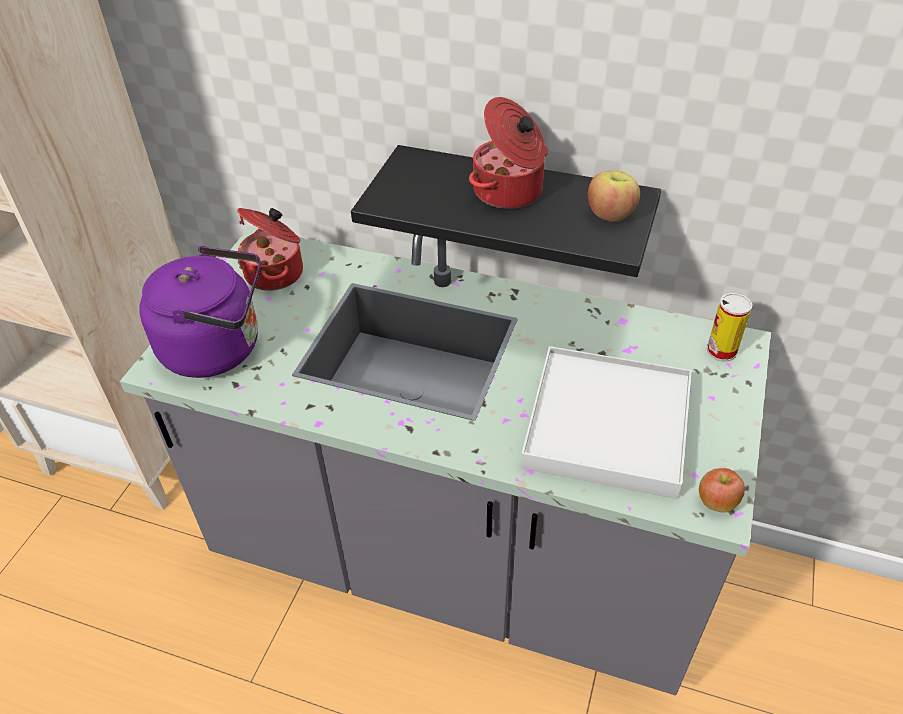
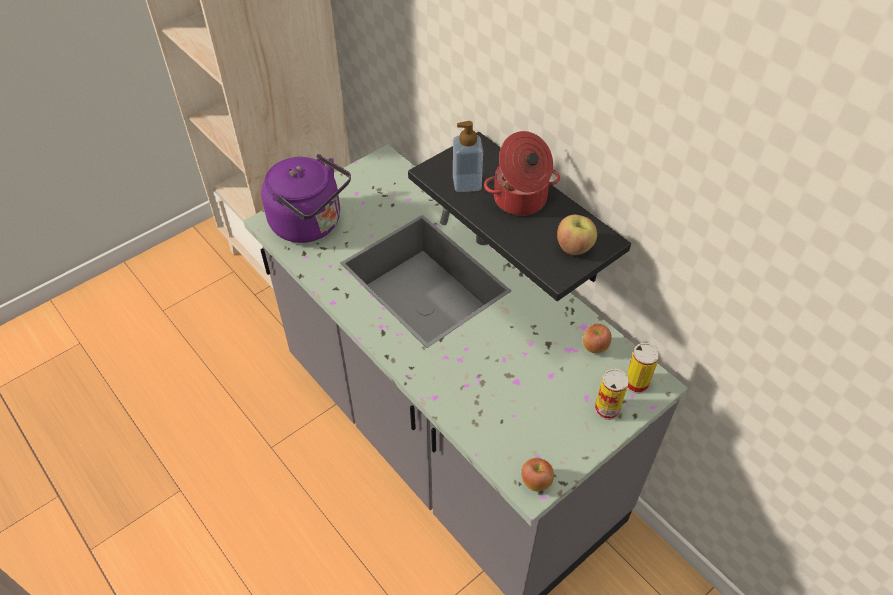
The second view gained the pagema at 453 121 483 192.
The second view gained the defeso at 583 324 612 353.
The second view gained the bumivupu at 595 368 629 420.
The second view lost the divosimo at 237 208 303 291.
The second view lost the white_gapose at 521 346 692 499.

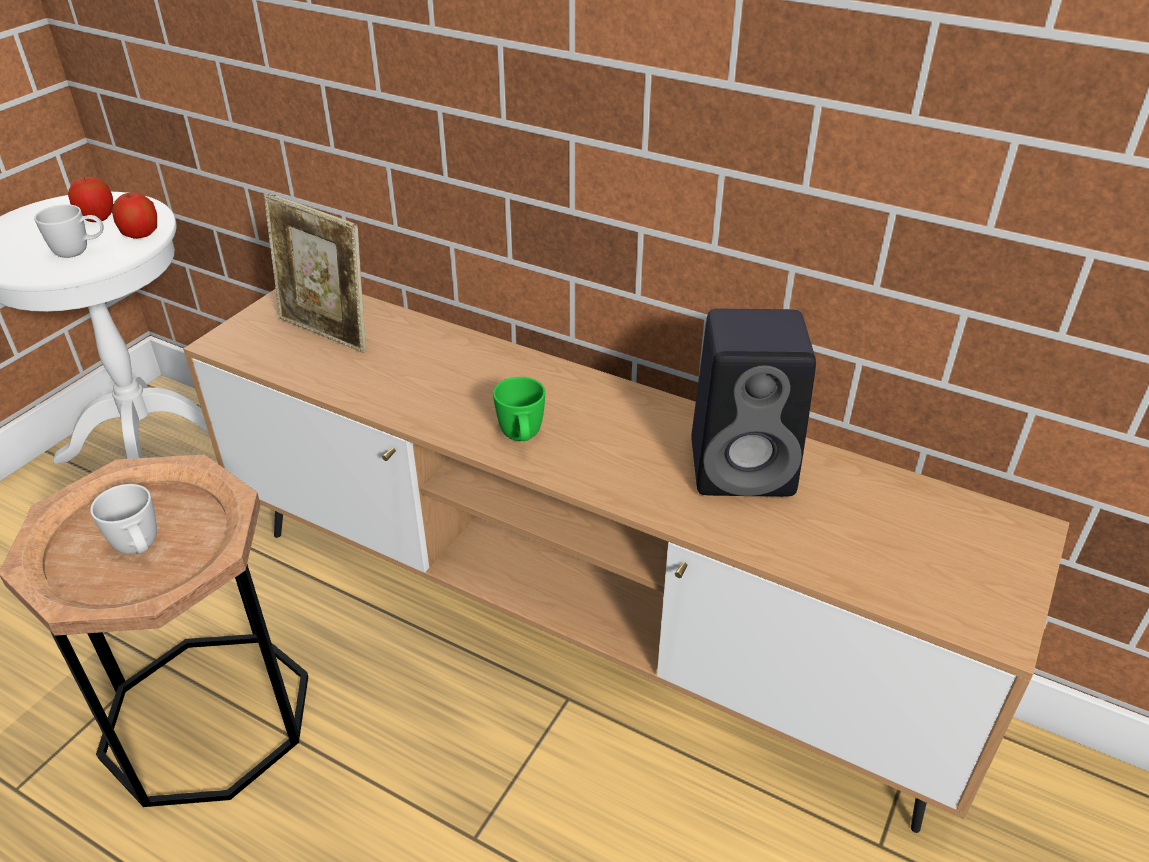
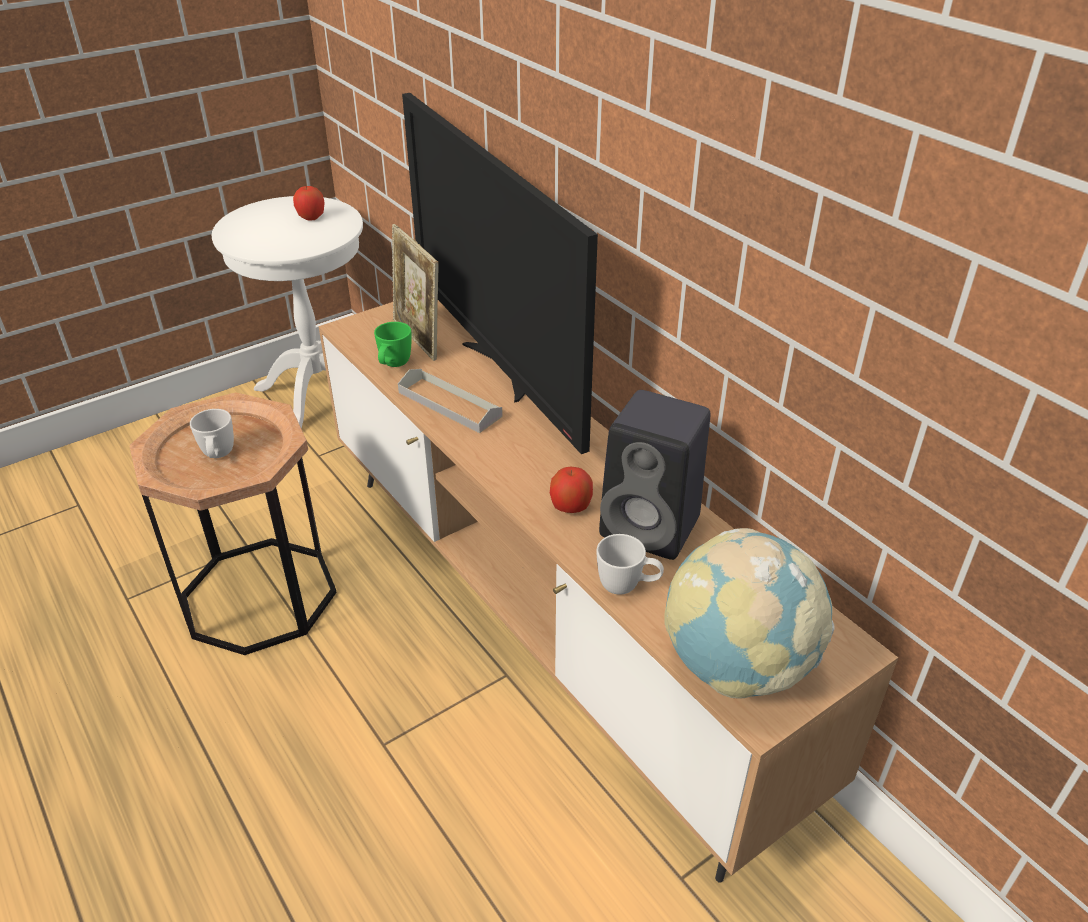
The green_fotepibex ended up elsewhere, having gone from 493 377 545 441 to 374 322 411 367.
The second view gained the grey_gapose at 398 369 503 433.
The second view gained the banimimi at 402 93 598 454.
The defeso ended up elsewhere, having gone from 112 193 157 239 to 550 467 593 513.
The white_fotepibex ended up elsewhere, having gone from 34 204 104 258 to 597 534 664 595.
The second view gained the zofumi at 664 528 835 699.

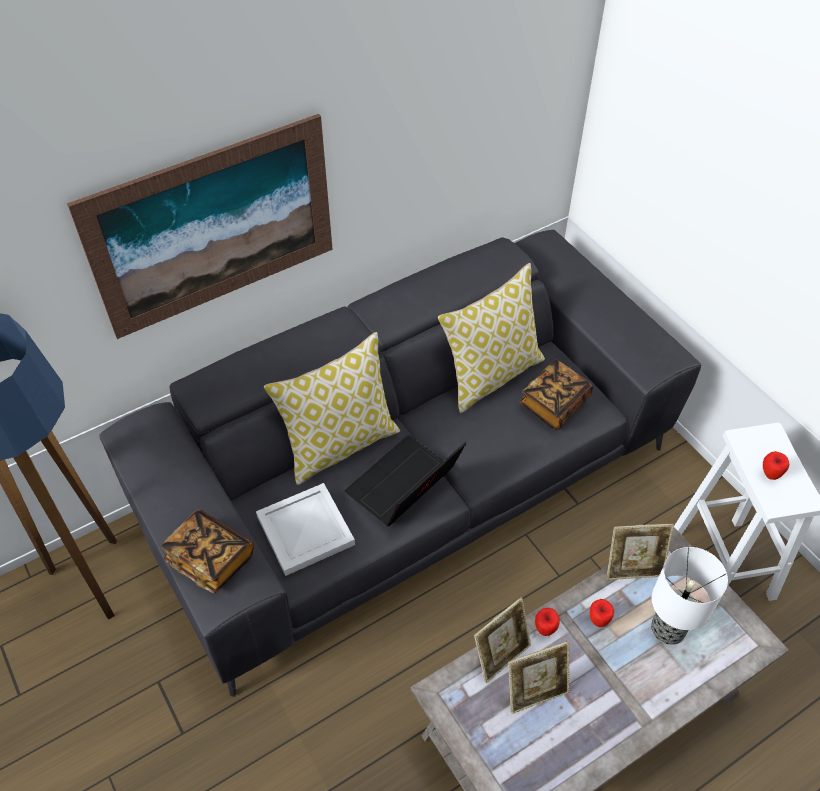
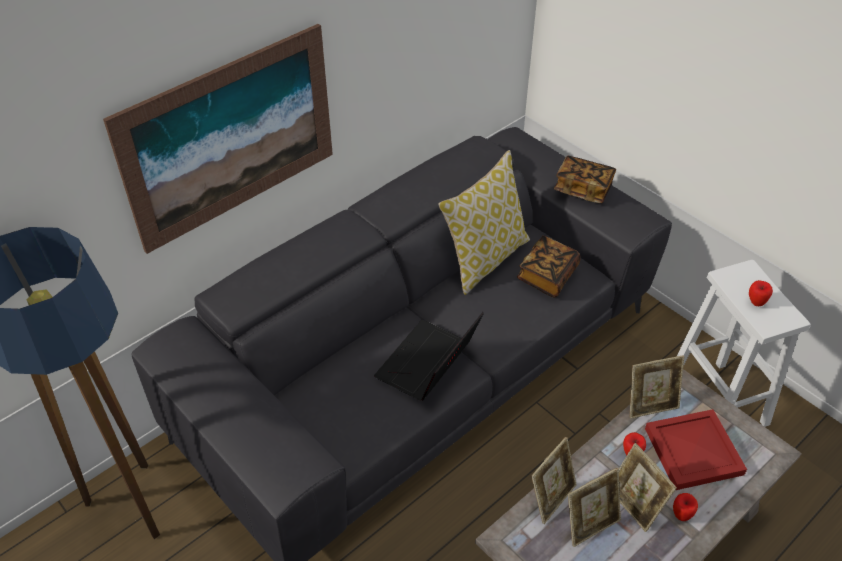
The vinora ended up elsewhere, having gone from 161 510 254 594 to 554 156 616 203.
The second view gained the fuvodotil at 619 443 677 532.
Where the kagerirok stood at 651 547 728 645, the red_gapose came to stand at 645 409 747 490.
The defeso ended up elsewhere, having gone from 535 608 560 636 to 673 493 698 521.
The second view lost the white_gapose at 256 483 355 576.
The second view lost the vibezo at 264 332 400 485.

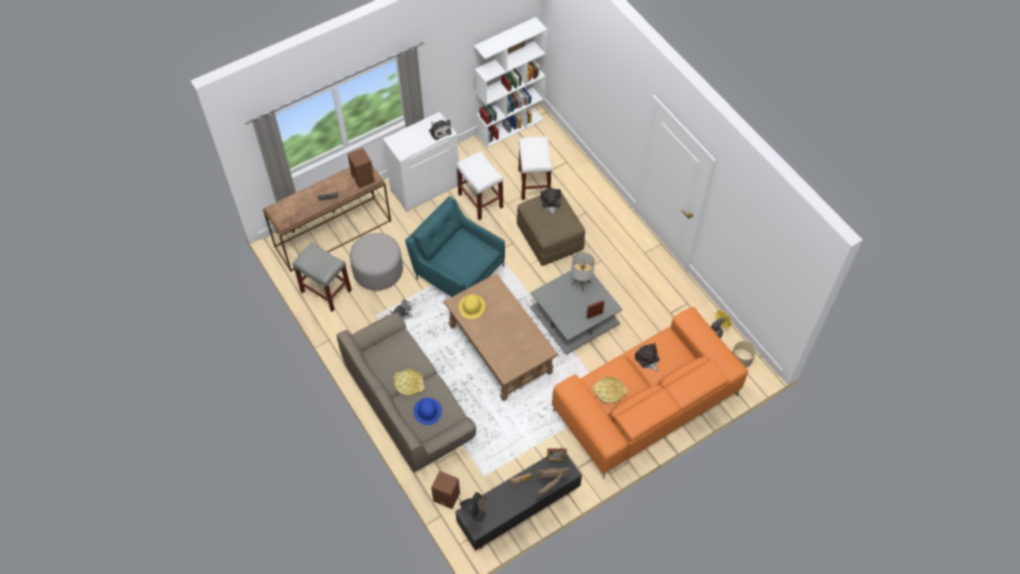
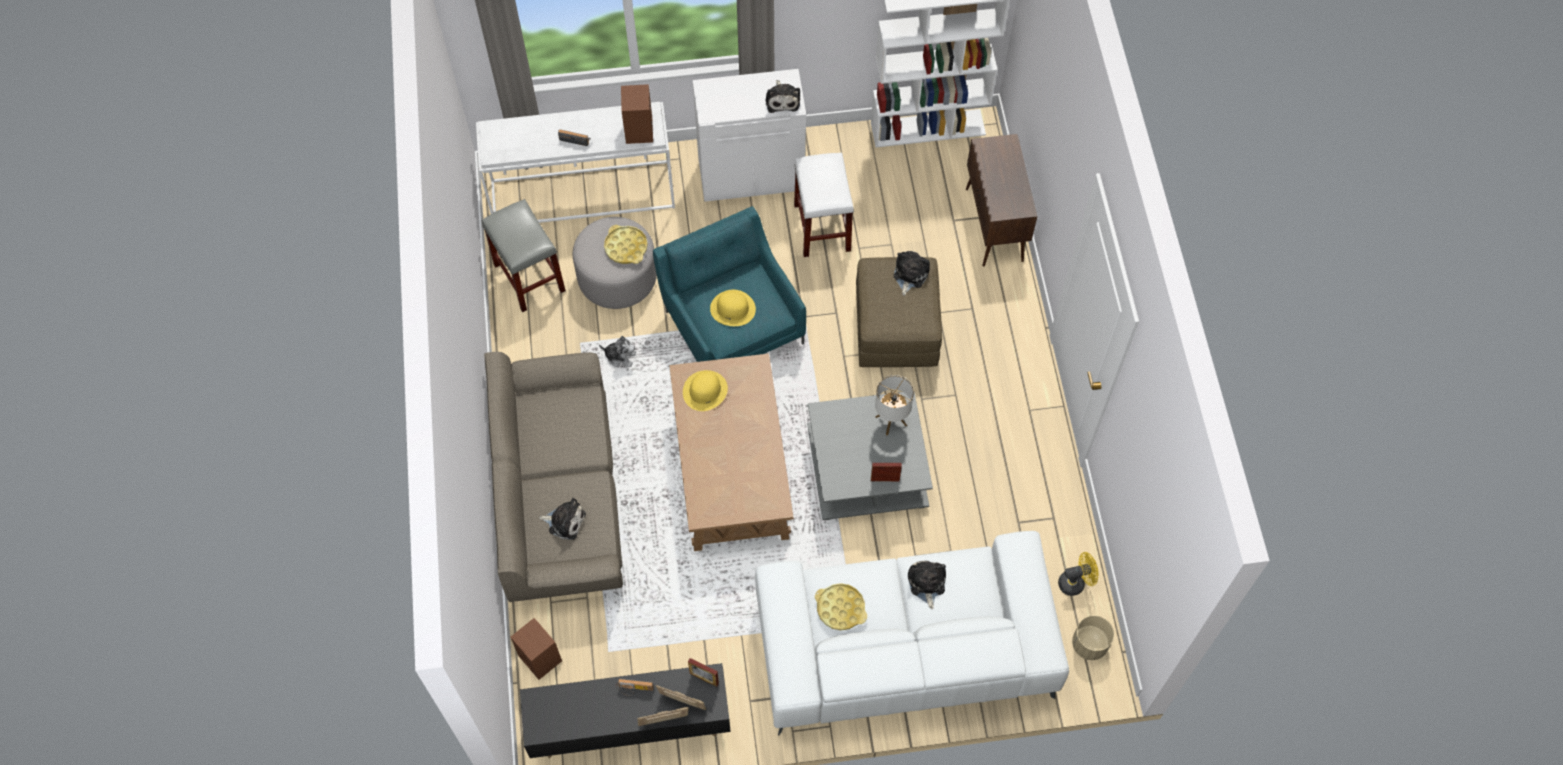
What was the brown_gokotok at 263 166 391 272 turned into the white_gokotok at 476 102 675 223.
Where the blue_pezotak stood at 414 398 442 425, the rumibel came to stand at 539 498 586 540.
The yellow_gapose ended up elsewhere, having gone from 394 369 424 396 to 604 225 648 264.
The second view gained the yellow_pezotak at 710 290 756 326.
What was the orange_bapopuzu at 552 307 748 479 turned into the white_bapopuzu at 755 531 1069 735.
The second view gained the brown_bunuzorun at 966 134 1037 266.
The second view lost the black_kagerirok at 459 492 487 522.
The second view lost the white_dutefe at 518 137 552 200.

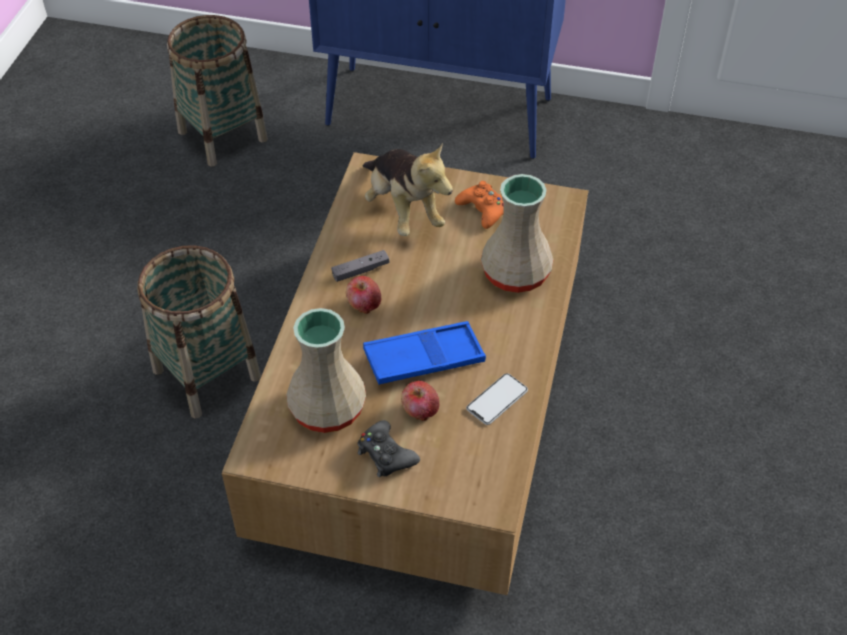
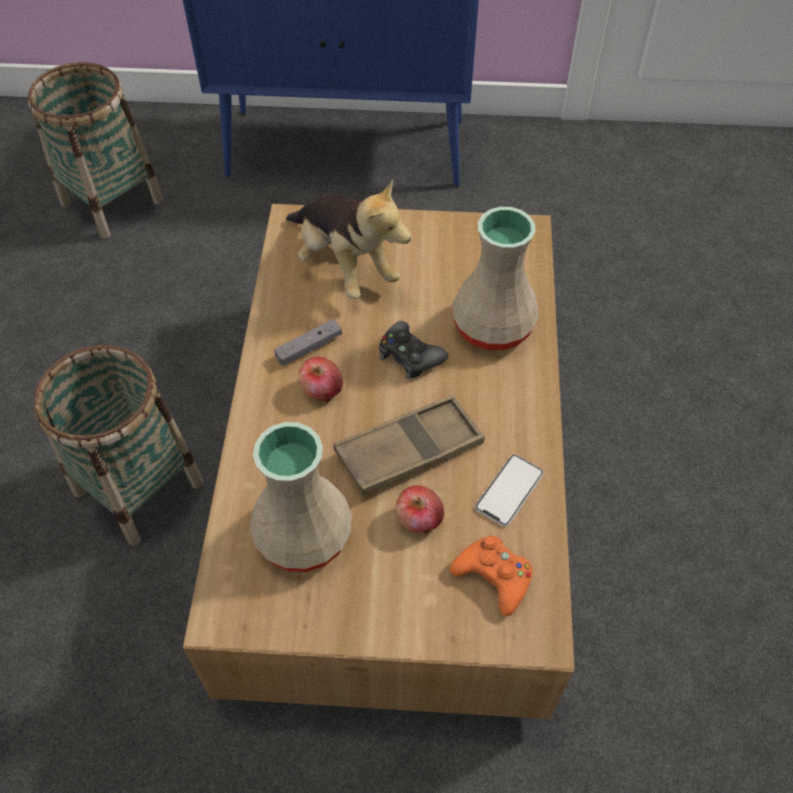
What was the blue_gapose at 363 321 486 384 turned into the brown_gapose at 333 395 485 495.
The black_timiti ended up elsewhere, having gone from 357 420 420 477 to 379 321 448 379.
The orange_timiti ended up elsewhere, having gone from 455 181 504 229 to 450 535 532 616.

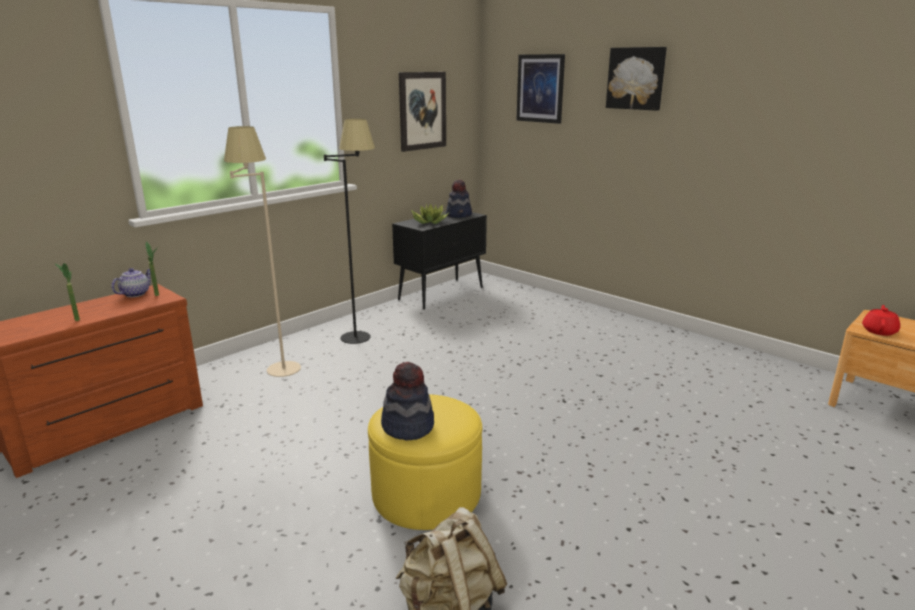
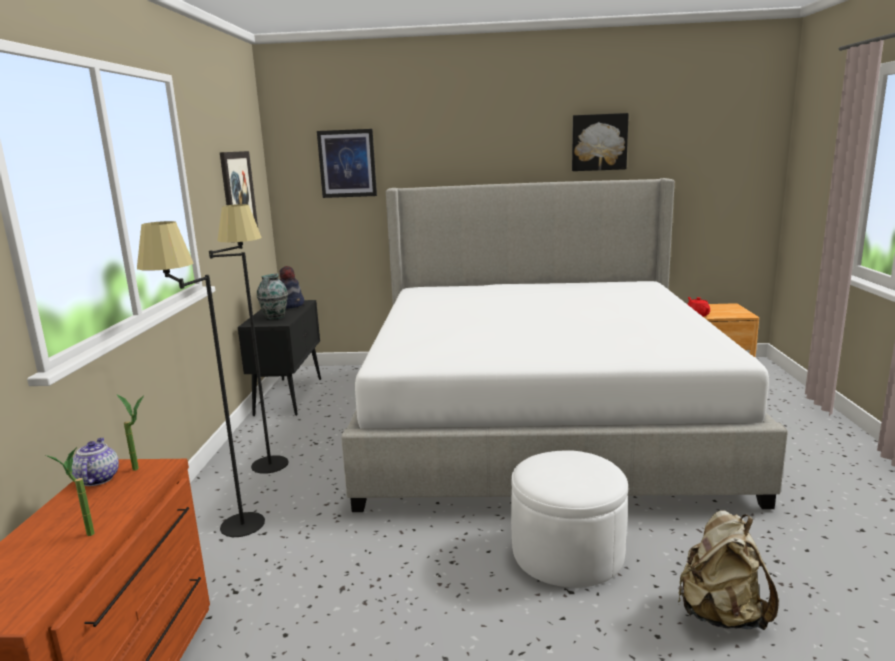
What was the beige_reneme at 224 126 301 377 turned into the black_reneme at 137 221 265 537.
Where the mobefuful stood at 411 203 449 224, the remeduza came to stand at 257 273 288 319.
The second view gained the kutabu at 341 178 788 512.
What was the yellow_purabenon at 368 394 482 530 turned into the white_purabenon at 511 450 628 588.
The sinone ended up elsewhere, having gone from 606 47 667 111 to 572 113 629 171.
The second view lost the pezotak at 381 362 434 441.

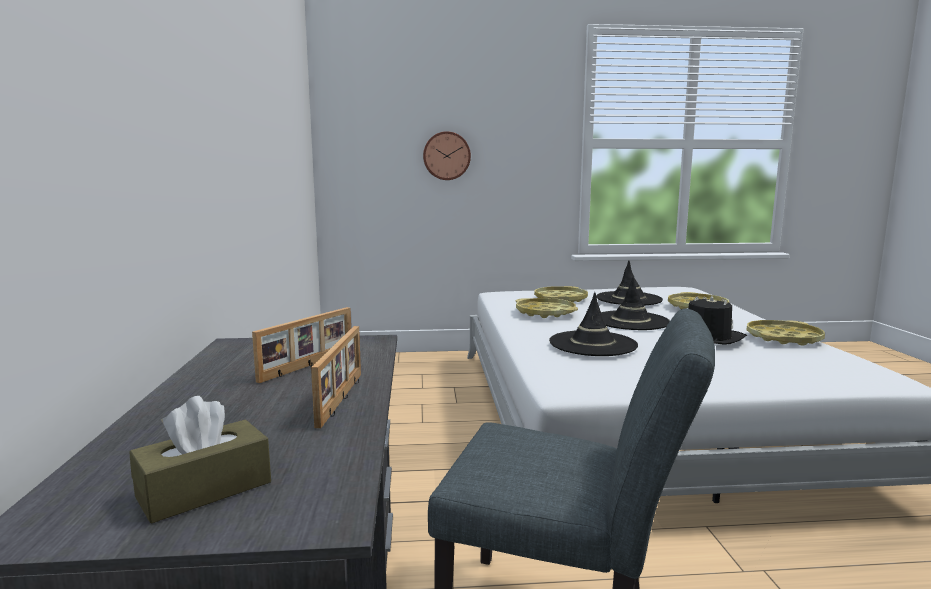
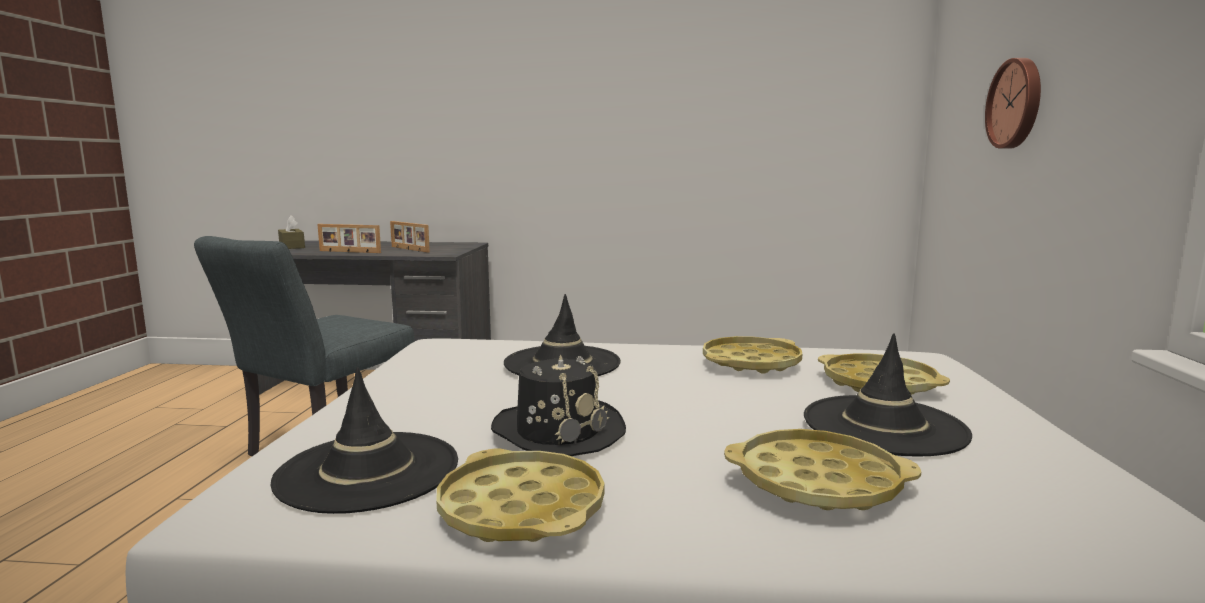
The black_pezotak ended up elsewhere, having gone from 601 277 670 330 to 271 367 458 514.

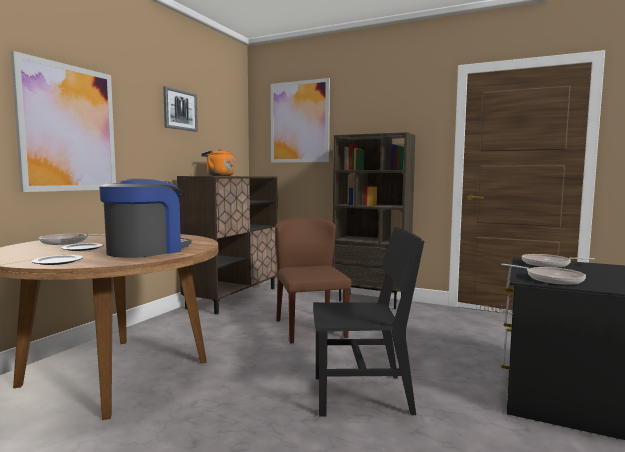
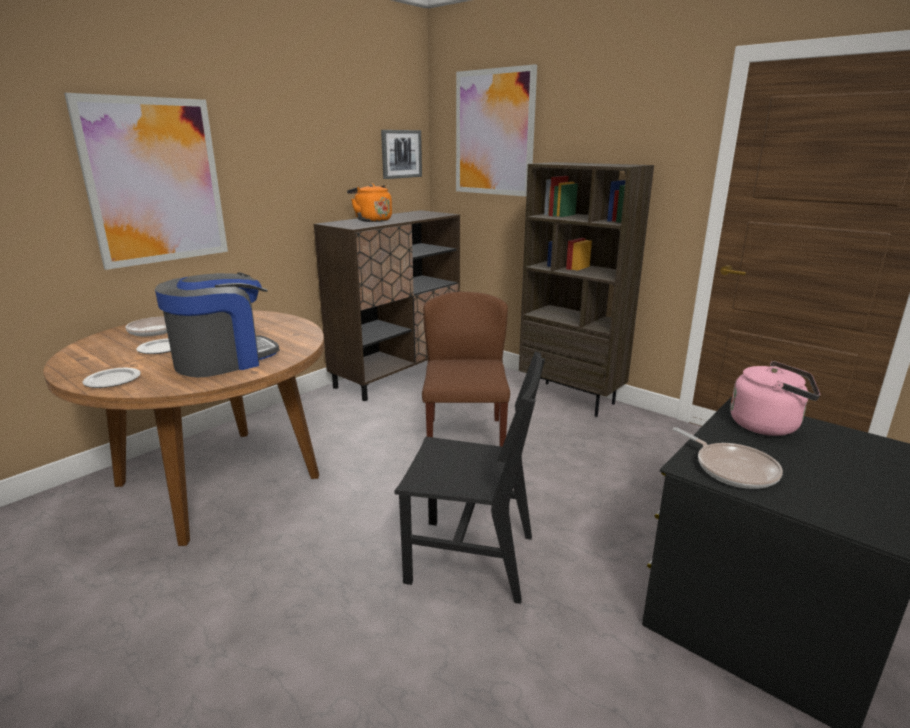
The sinone ended up elsewhere, having gone from 163 86 198 132 to 381 130 422 179.
Where the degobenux stood at 522 254 595 268, the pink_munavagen came to stand at 730 361 820 436.

